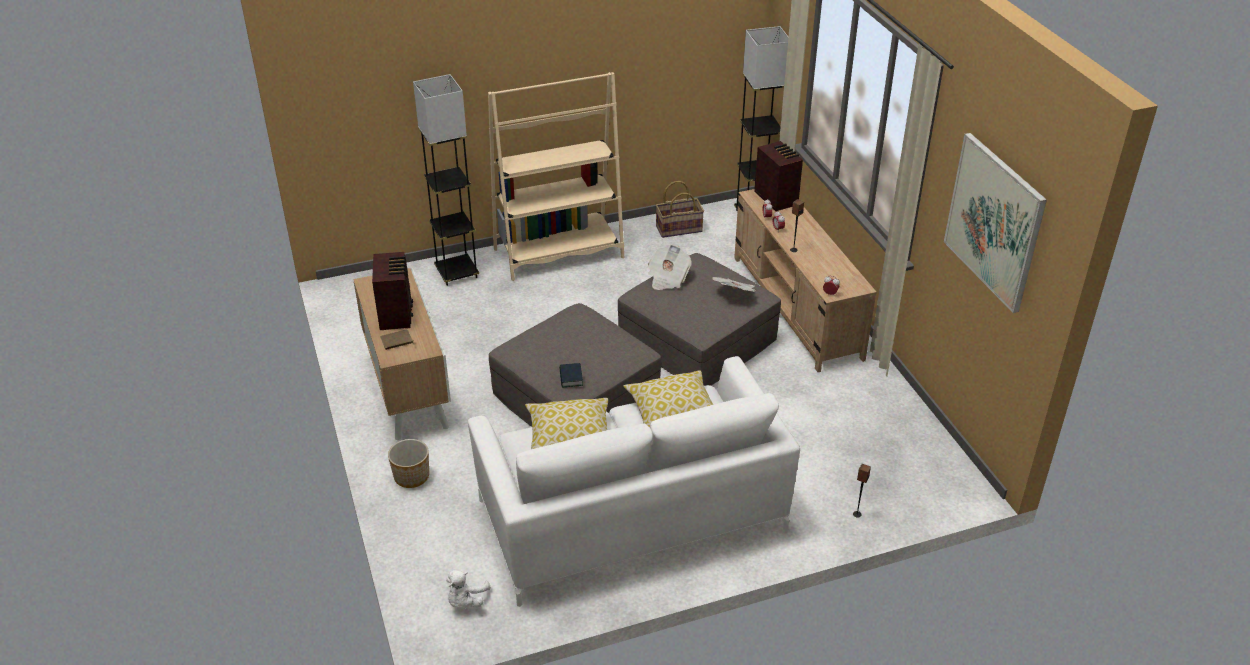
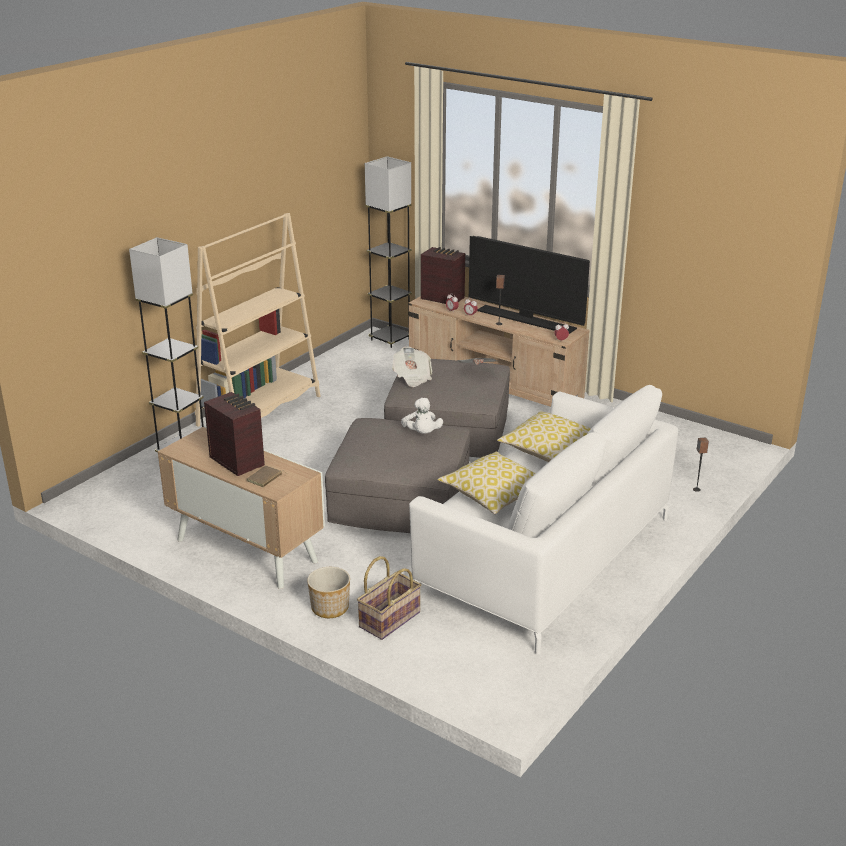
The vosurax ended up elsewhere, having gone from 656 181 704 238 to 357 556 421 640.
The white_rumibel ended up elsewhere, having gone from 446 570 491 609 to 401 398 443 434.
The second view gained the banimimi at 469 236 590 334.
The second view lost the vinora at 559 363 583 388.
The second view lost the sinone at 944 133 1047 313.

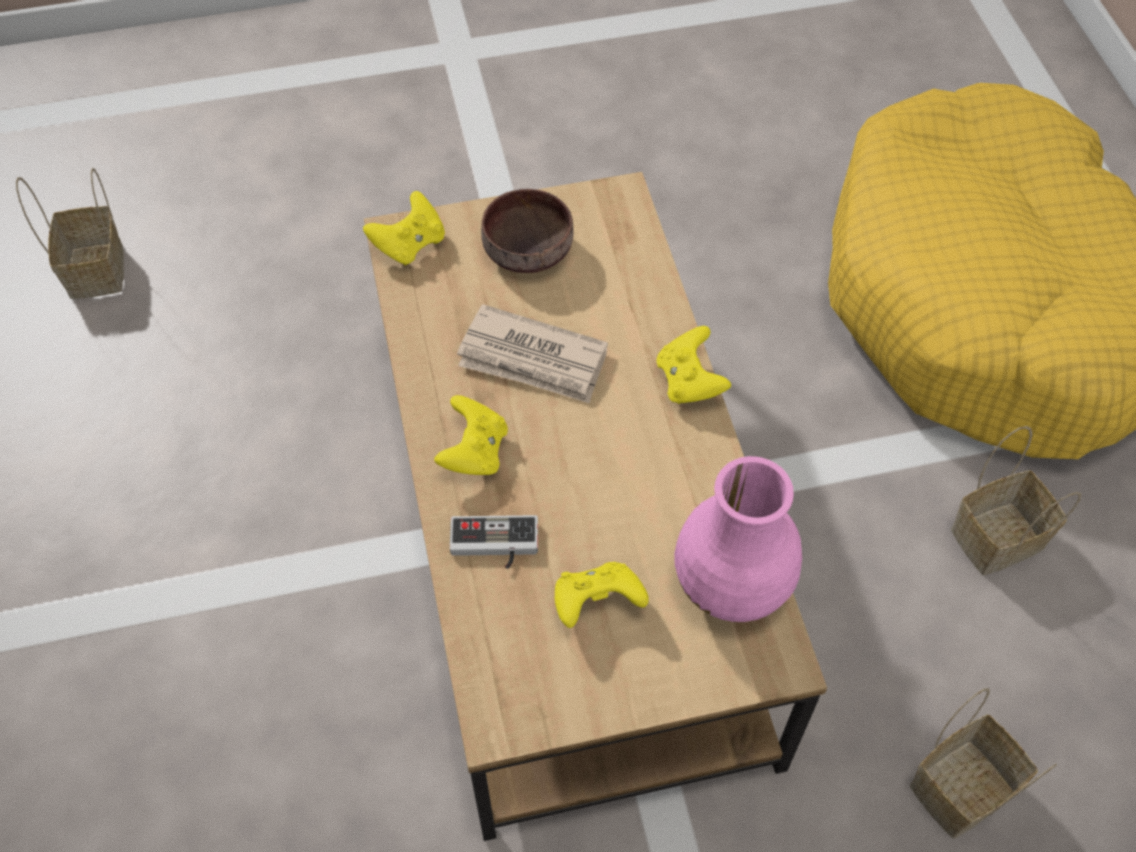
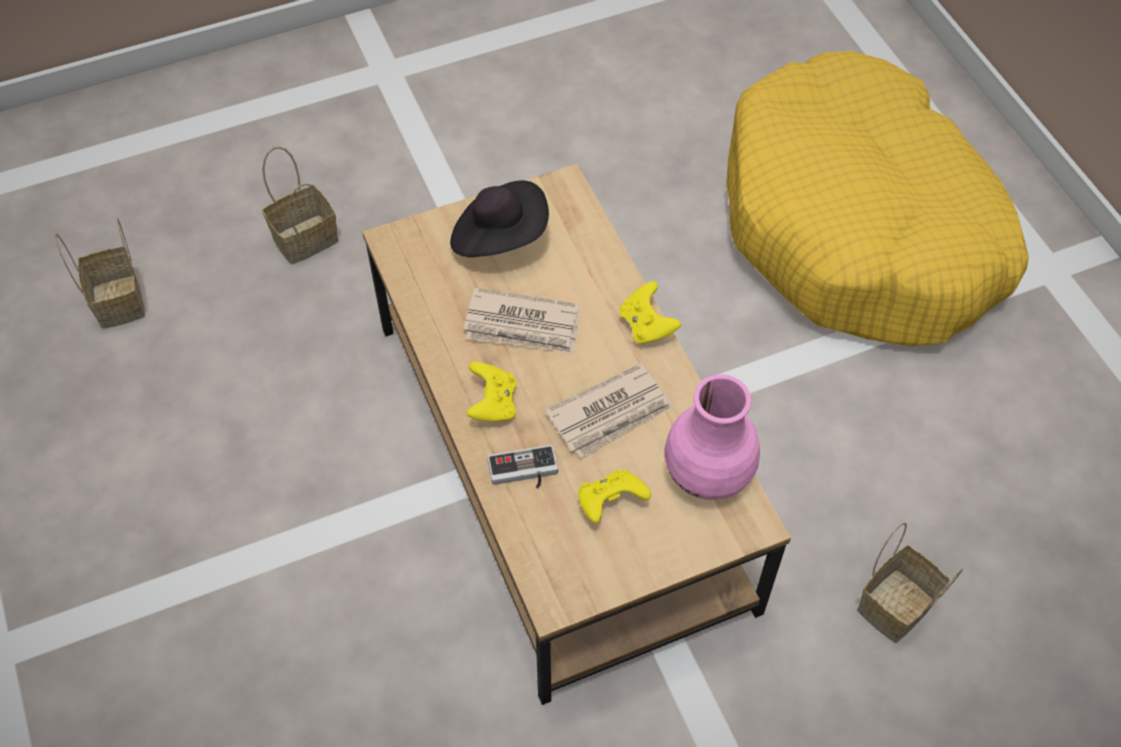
The vosurax ended up elsewhere, having gone from 951 426 1081 575 to 262 147 338 264.
Where the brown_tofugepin stood at 481 189 574 273, the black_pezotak came to stand at 450 180 549 257.
The second view gained the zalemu at 545 364 673 458.
The second view lost the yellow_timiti at 363 191 445 266.

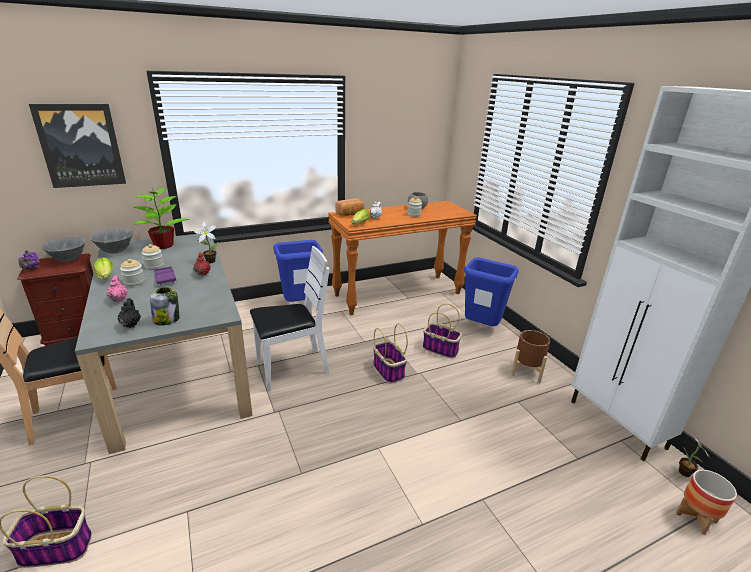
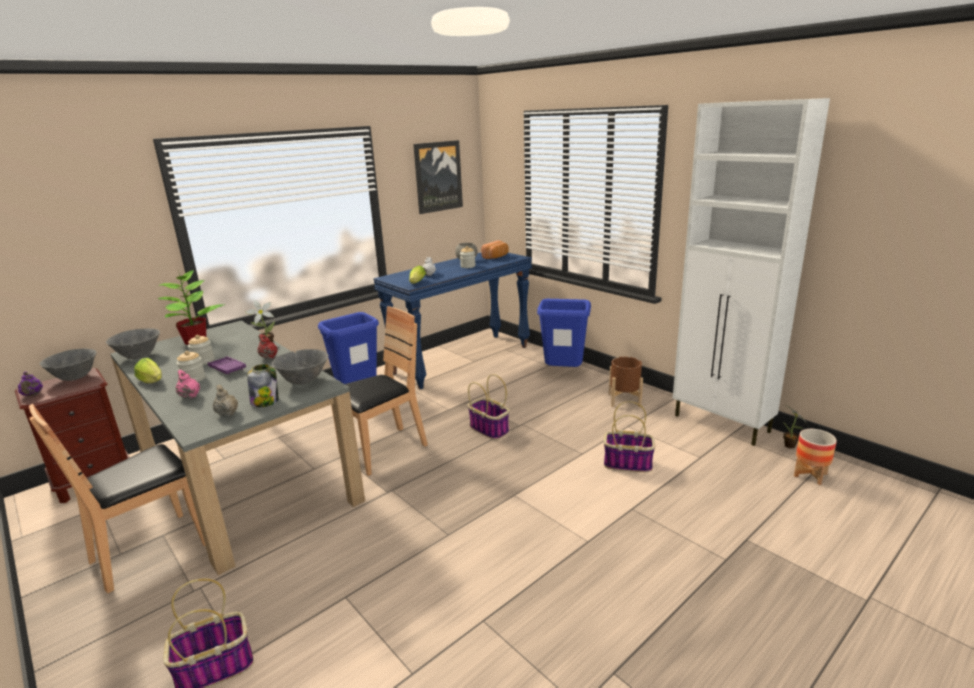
What was the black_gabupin at 117 298 141 328 turned into the beige_gabupin at 213 385 238 417.
The second view gained the grey_tofugepin at 272 349 329 384.
What was the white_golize at 250 246 330 391 turned into the brown_golize at 331 306 428 476.
What was the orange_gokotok at 328 201 477 316 turned into the blue_gokotok at 373 252 532 389.
The sinone ended up elsewhere, having gone from 29 104 126 188 to 413 140 463 214.
The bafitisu ended up elsewhere, having gone from 335 198 364 216 to 481 240 509 259.
The vosurax ended up elsewhere, having gone from 423 304 462 359 to 604 401 655 472.

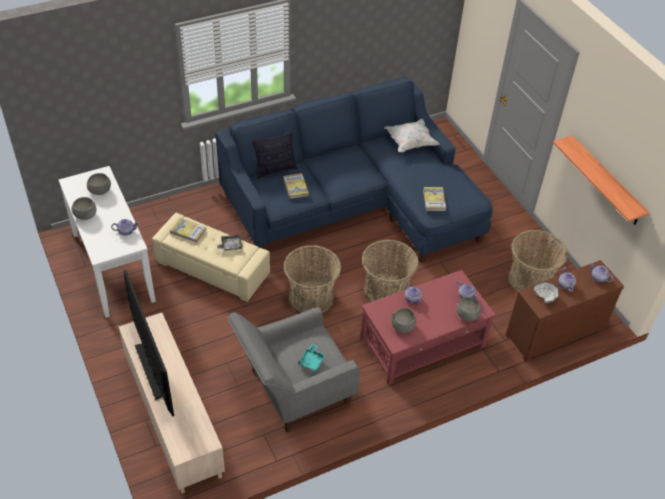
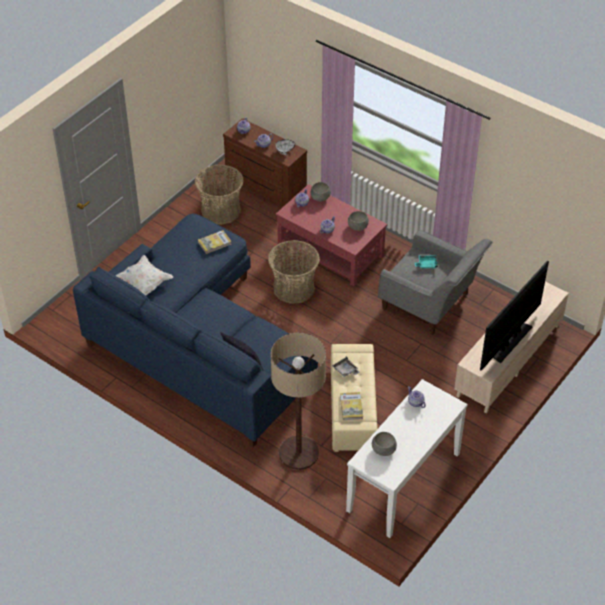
The second view gained the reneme at 271 333 326 470.
The second view lost the grey_tofugepin at 72 197 96 220.
The second view lost the vinora at 283 173 309 199.
The second view lost the vosurax at 283 245 341 313.
The second view lost the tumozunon at 553 135 649 225.

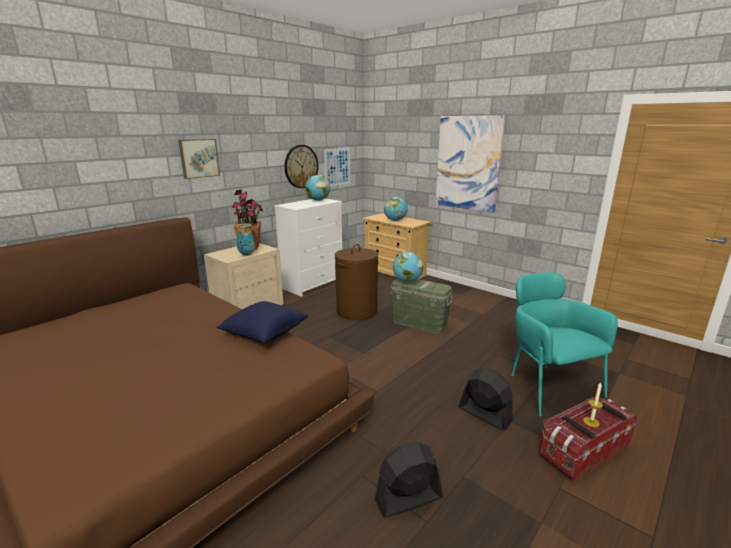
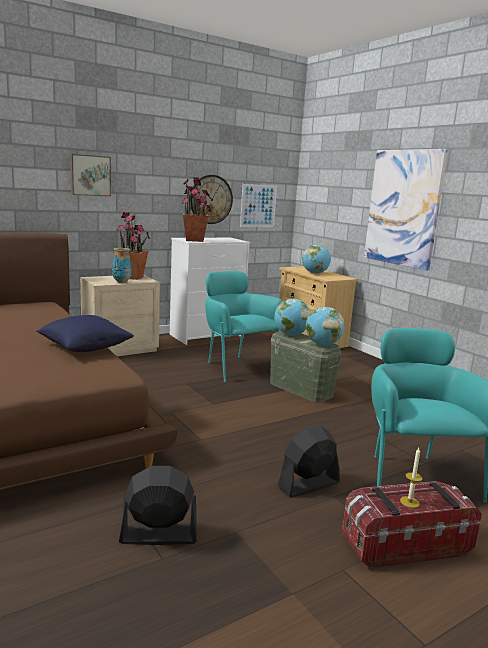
The second view gained the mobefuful at 181 177 211 242.
Where the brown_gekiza stood at 335 244 378 320, the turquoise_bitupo came to stand at 205 271 282 382.
The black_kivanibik at 459 368 513 430 ended up facing another way, 90 degrees counterclockwise from before.
The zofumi ended up elsewhere, having gone from 305 175 330 201 to 306 307 345 346.

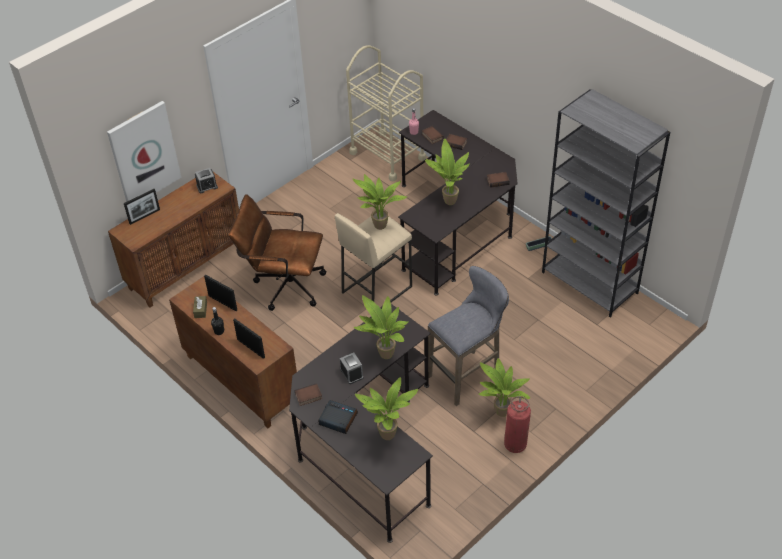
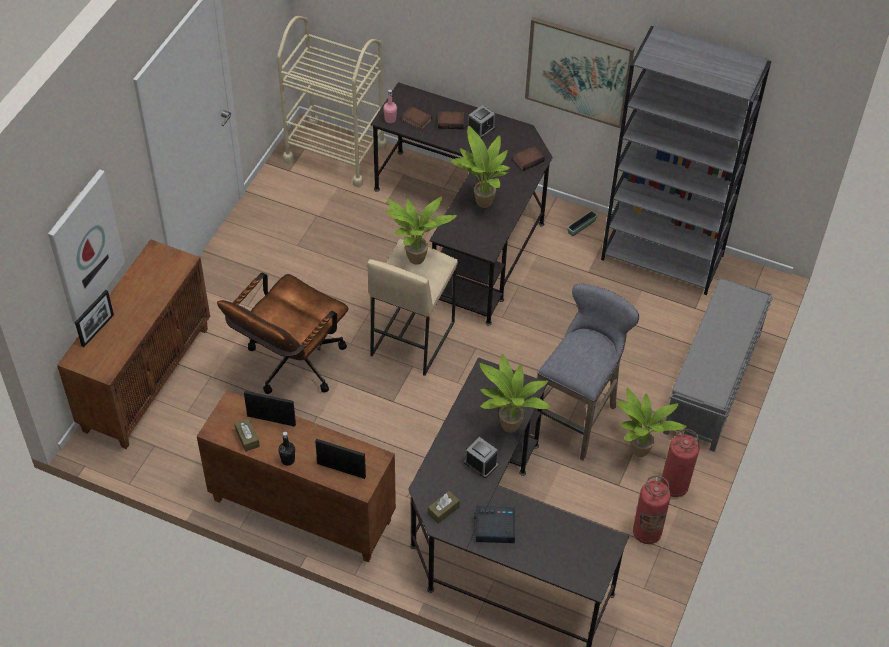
The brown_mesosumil at 229 194 326 311 ended up facing another way, 45 degrees counterclockwise from before.
Where the vinora stood at 295 383 322 406, the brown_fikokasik came to stand at 428 491 460 524.
The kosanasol ended up elsewhere, having gone from 195 168 218 194 to 468 105 495 139.
The second view gained the sinone at 525 17 635 128.
The second view gained the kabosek at 633 475 671 544.
The second view gained the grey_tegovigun at 663 279 773 452.
The second view lost the mobefuful at 355 377 418 440.

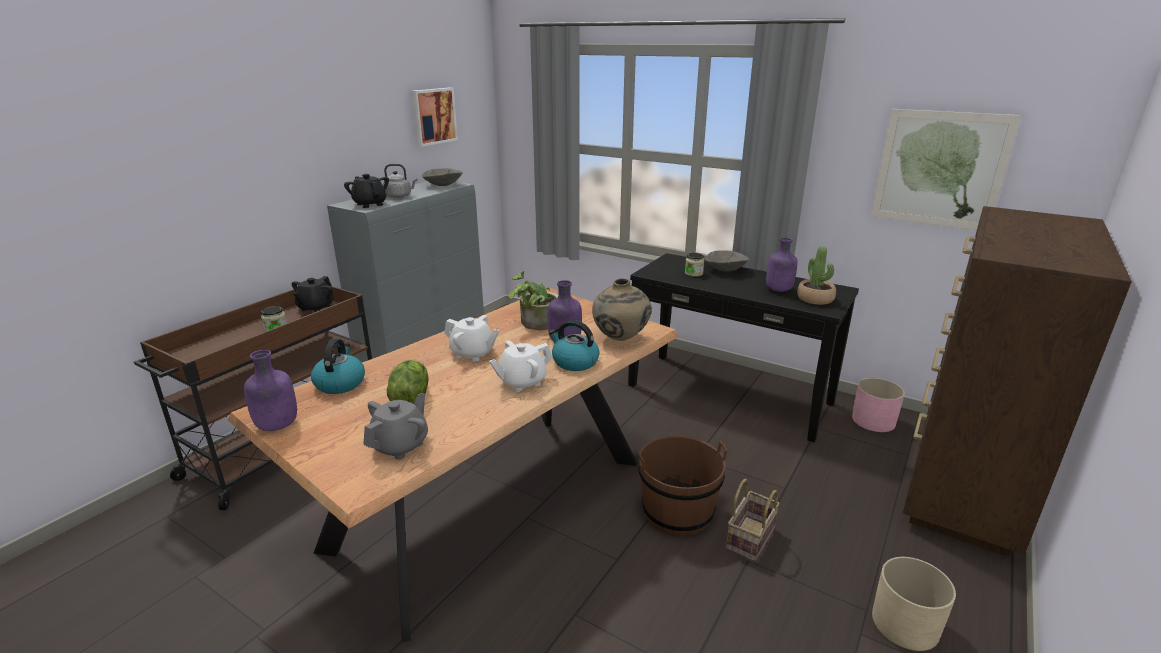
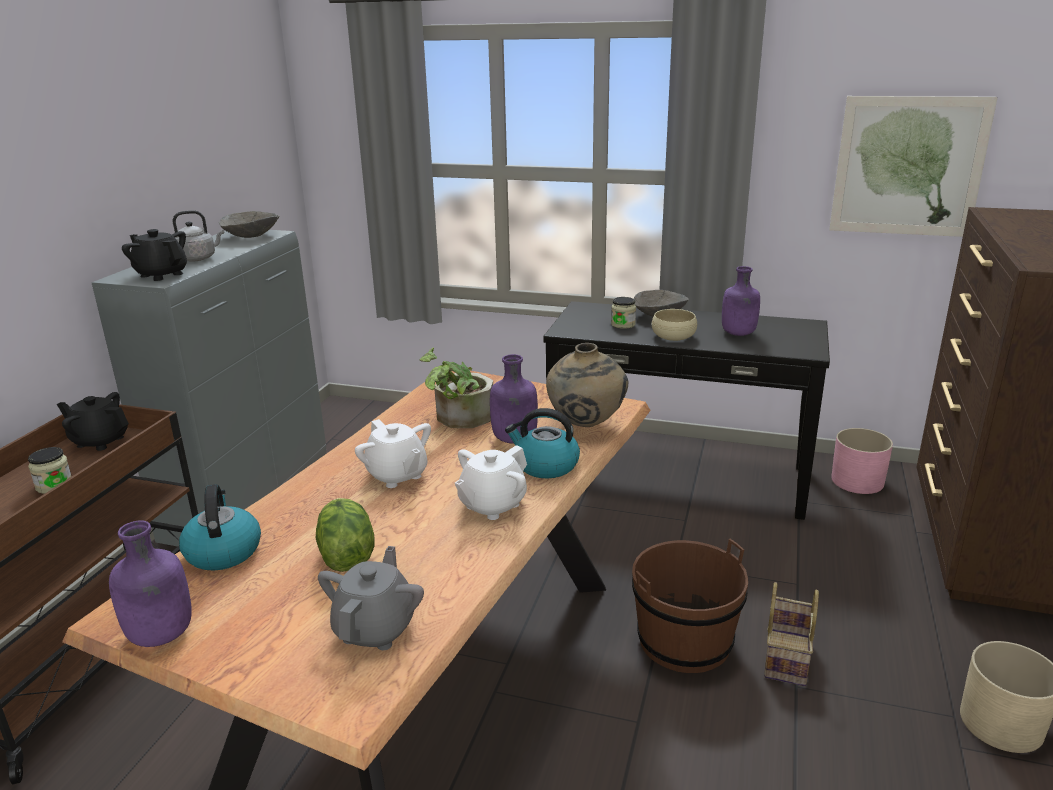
The black_gabupin at 292 276 334 312 ended up facing another way, 105 degrees clockwise from before.
The white_gabupin at 444 315 499 361 ended up facing another way, 45 degrees clockwise from before.
The second view gained the beige_tofugepin at 652 309 697 341.
The second view lost the sinone at 411 88 458 147.
The second view lost the mobefuful at 797 246 836 305.

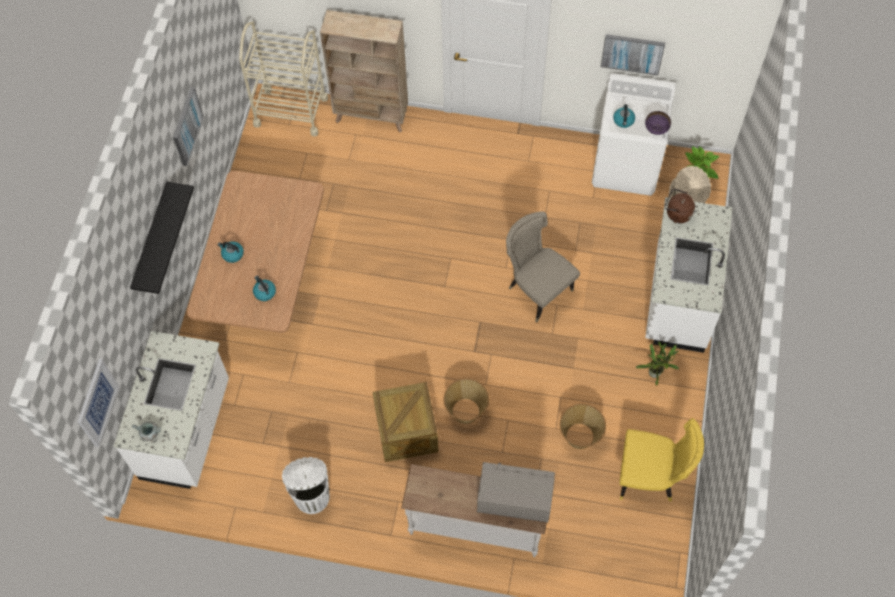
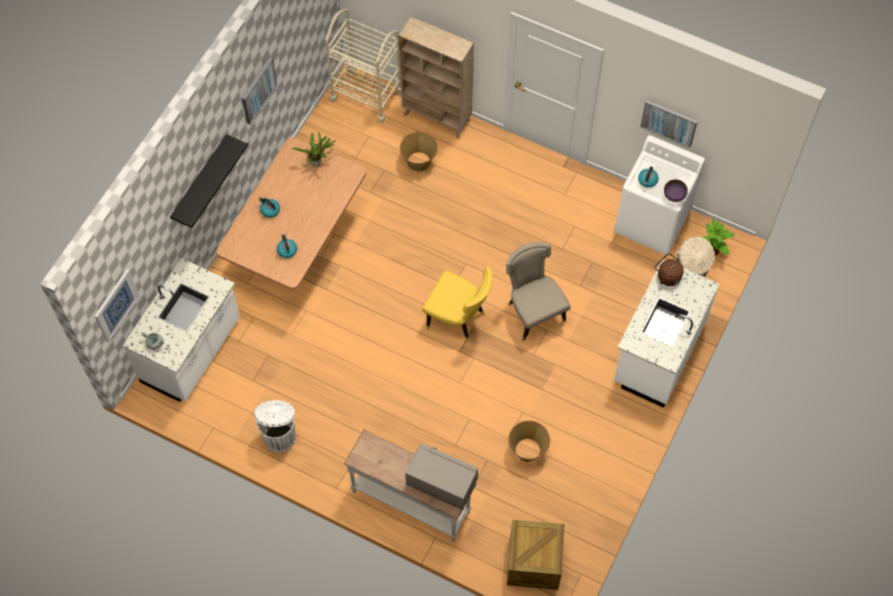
The mobefuful ended up elsewhere, having gone from 635 341 679 386 to 292 132 337 167.
The vosurax ended up elsewhere, having gone from 444 378 489 424 to 400 132 438 171.
The yellow_golize ended up elsewhere, having gone from 619 418 704 502 to 422 267 492 342.
The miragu ended up elsewhere, having gone from 373 382 438 462 to 507 520 565 590.

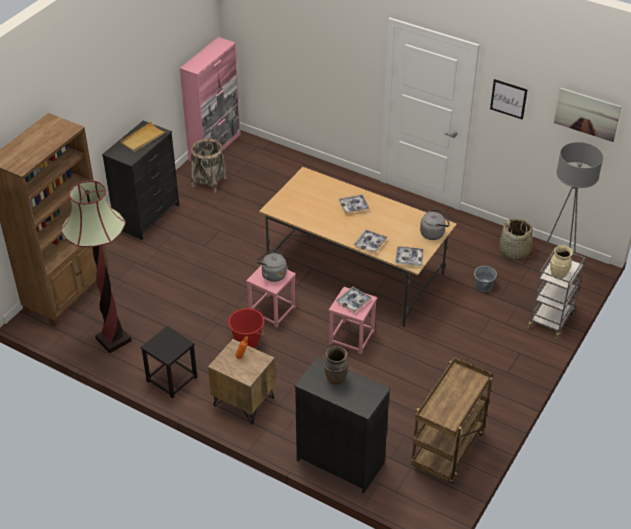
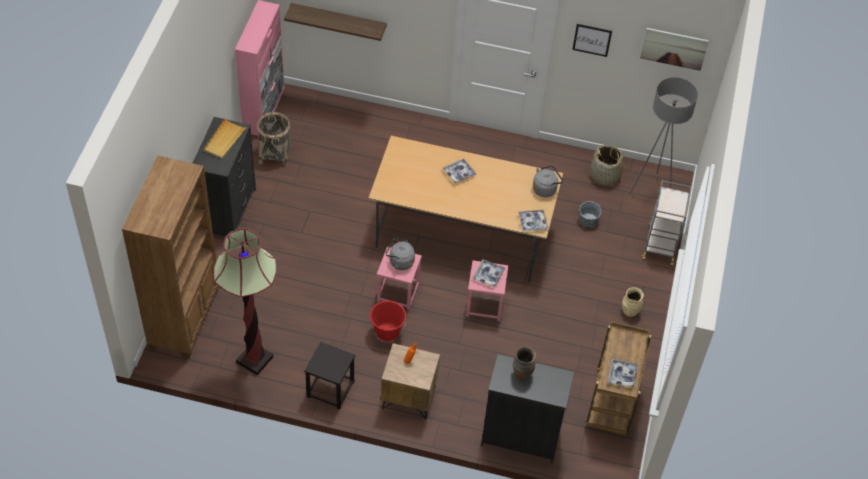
The second view gained the tumozunon at 284 3 387 41.
The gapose ended up elsewhere, having gone from 354 230 388 253 to 608 359 638 388.
The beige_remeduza ended up elsewhere, having gone from 550 245 573 278 to 622 287 644 317.

